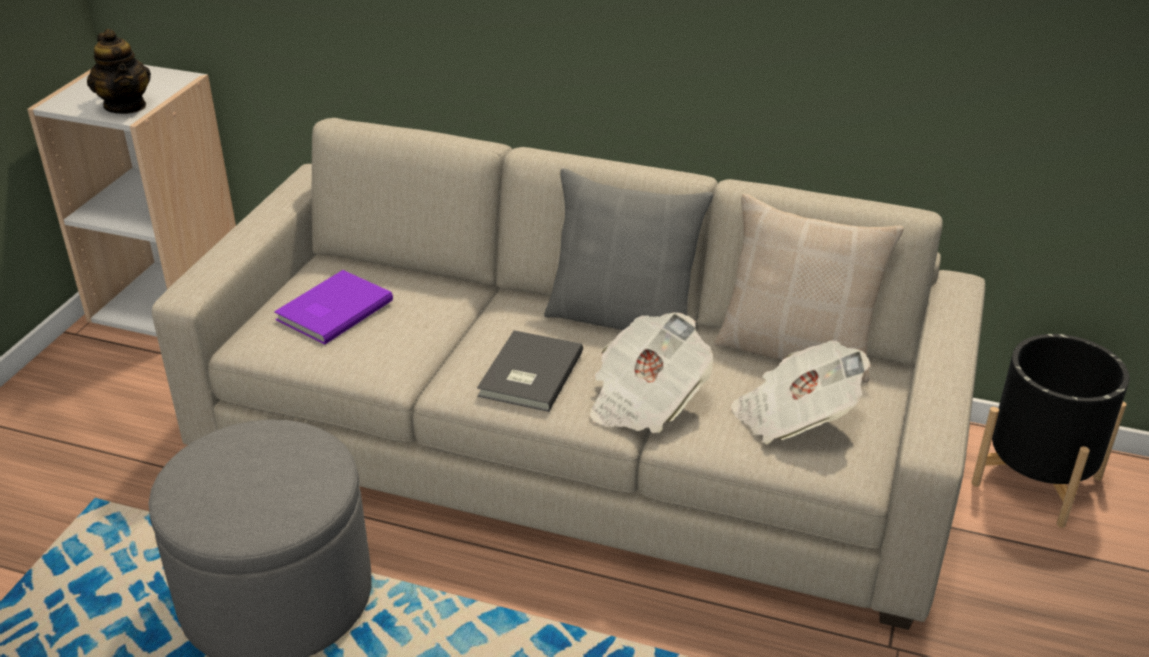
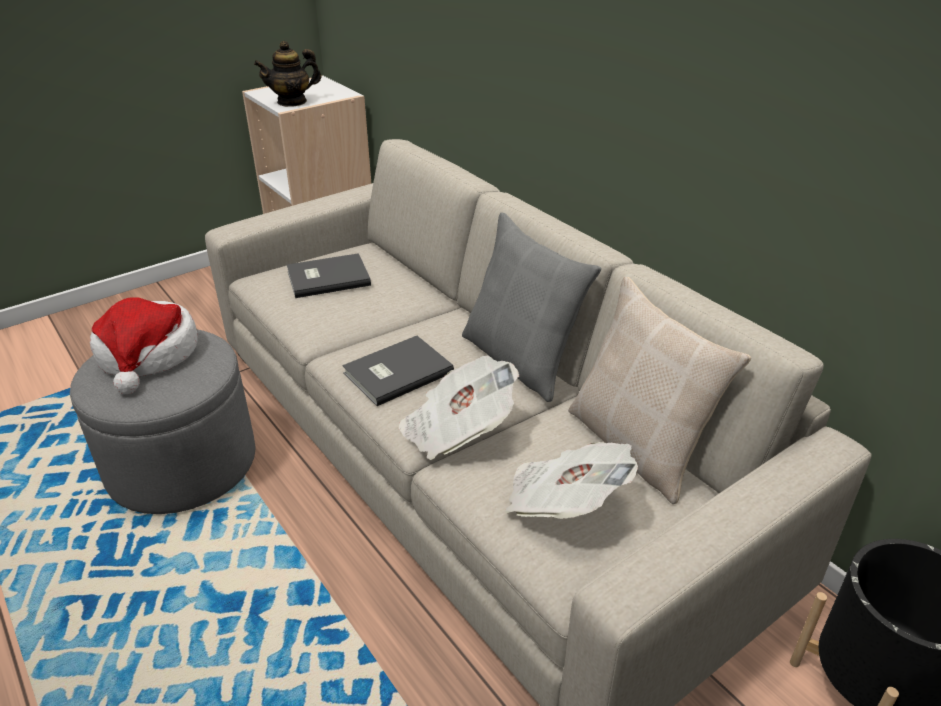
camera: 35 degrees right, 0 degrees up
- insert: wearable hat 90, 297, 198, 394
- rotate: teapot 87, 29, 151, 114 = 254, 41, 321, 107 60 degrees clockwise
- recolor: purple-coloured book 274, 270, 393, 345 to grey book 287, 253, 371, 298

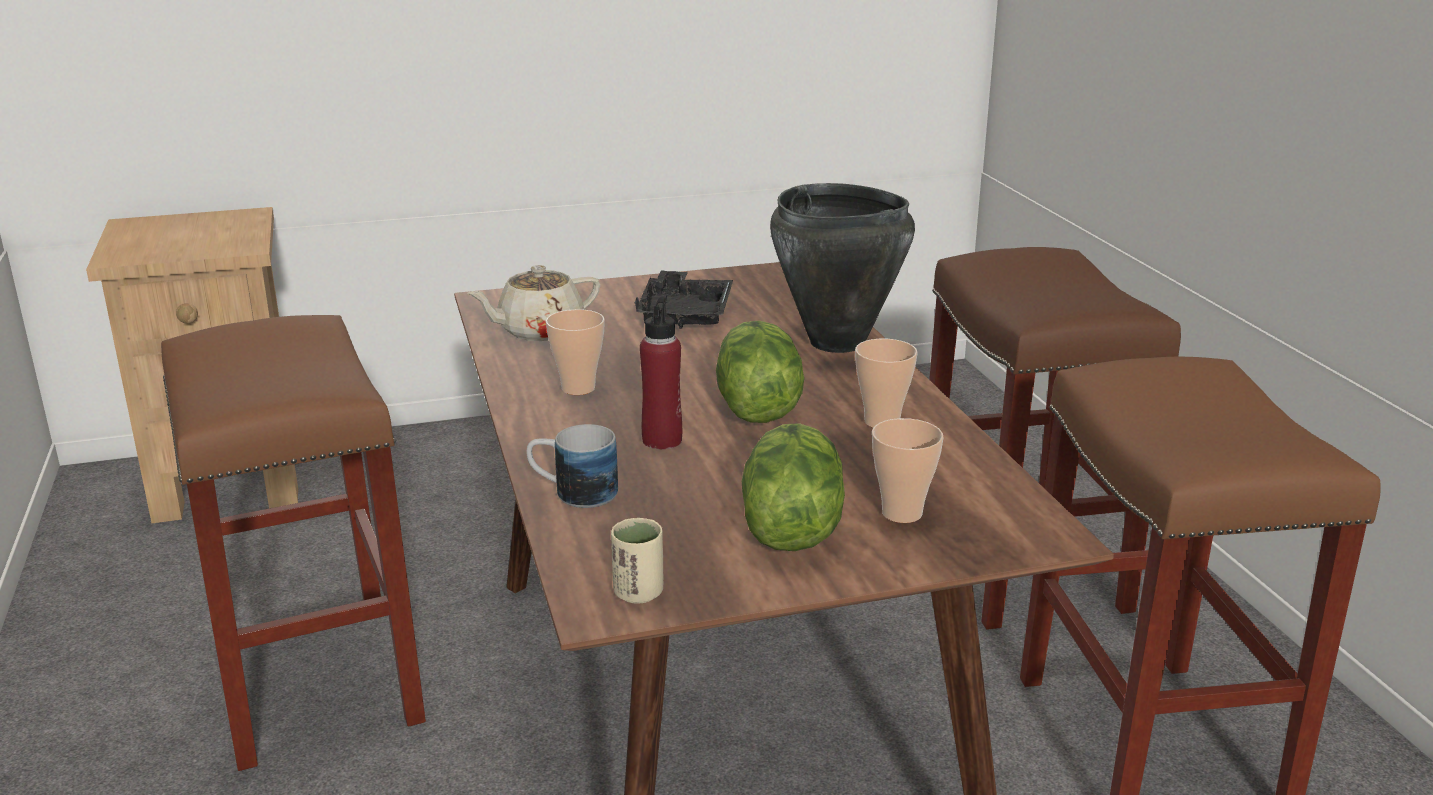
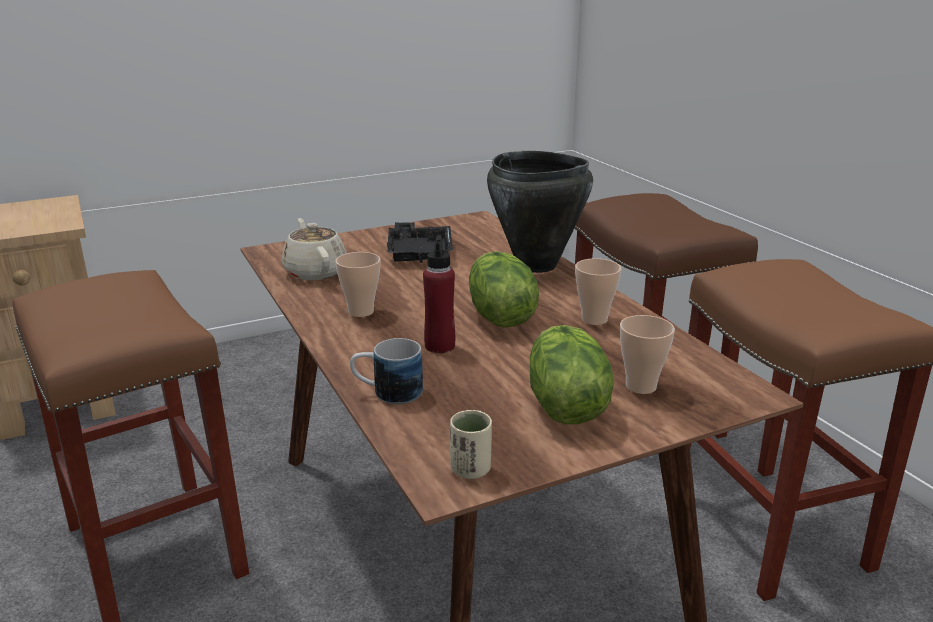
camera: 10 degrees left, 0 degrees up
- rotate: beige teapot 467, 265, 600, 341 = 282, 218, 346, 280 105 degrees clockwise

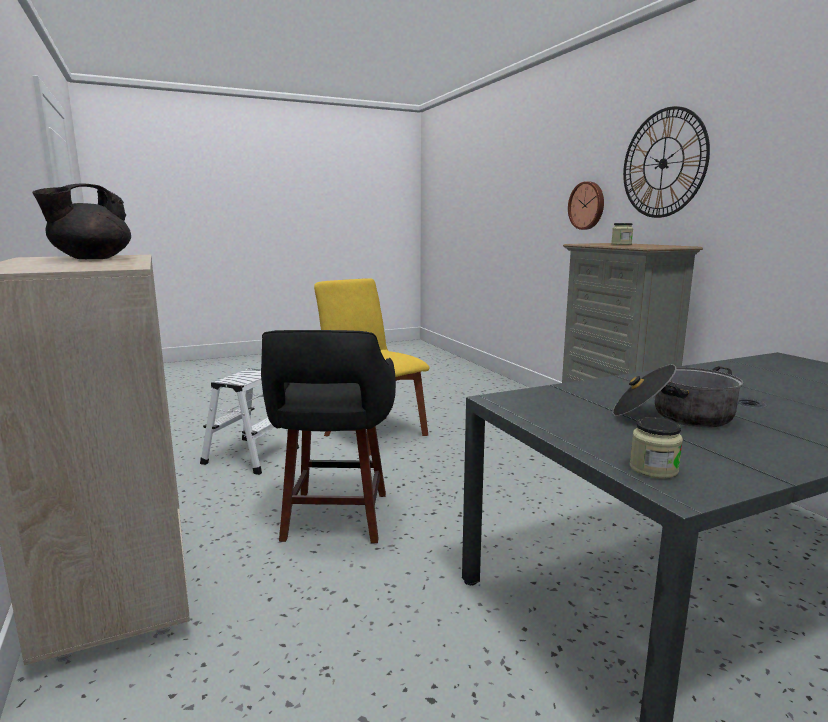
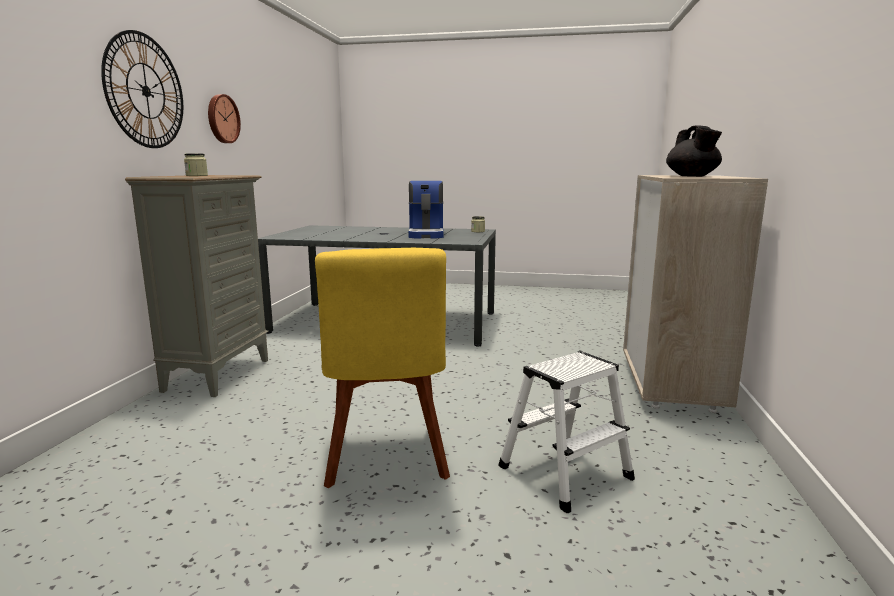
camera: 145 degrees left, 0 degrees up
- move: hanging clock 568, 181, 604, 230 to 208, 94, 241, 143
- replace: cooking pot 612, 364, 743, 428 to coffee brewer 409, 181, 443, 238
- rotate: black-coloured teapot 32, 183, 131, 259 = 666, 126, 722, 177 105 degrees clockwise
- delete: black-coloured stool 261, 330, 396, 543

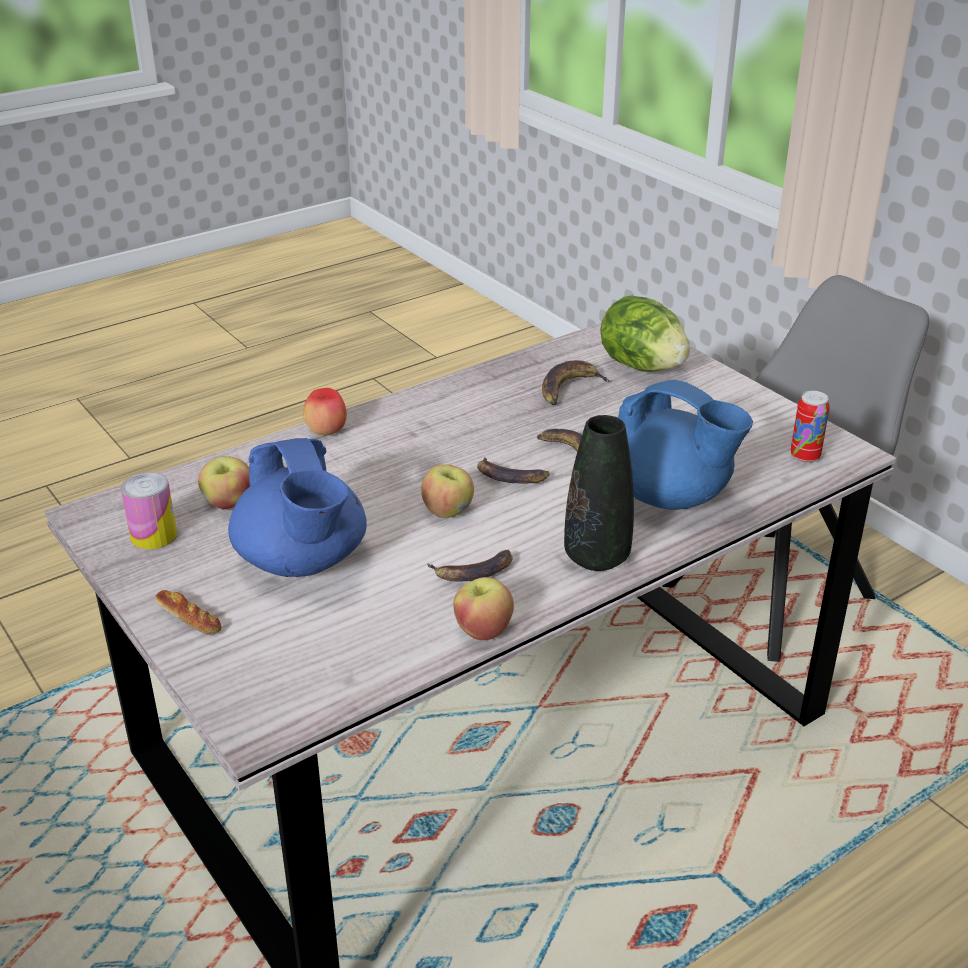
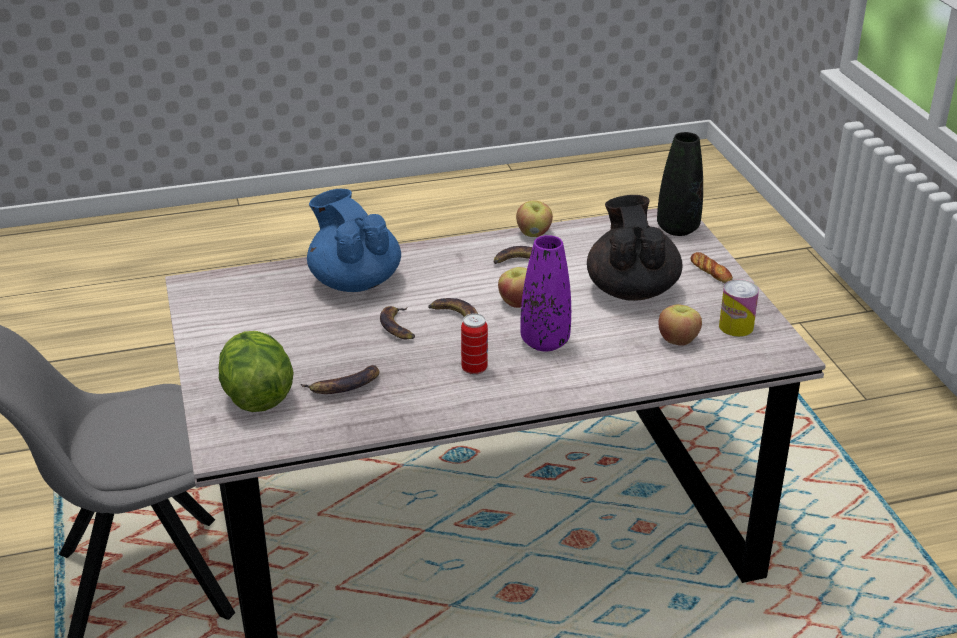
camera: 160 degrees left, 0 degrees up
- move: sealed can 790, 391, 830, 463 to 461, 313, 488, 375
- insert: purple-coloured decorative vase 520, 235, 571, 352
- recolor: blue-coloured teapot 228, 438, 367, 577 to black-coloured teapot 587, 195, 682, 301
- move: black-coloured decorative vase 564, 415, 634, 571 to 657, 132, 703, 236
- delete: whole apple 303, 388, 347, 436

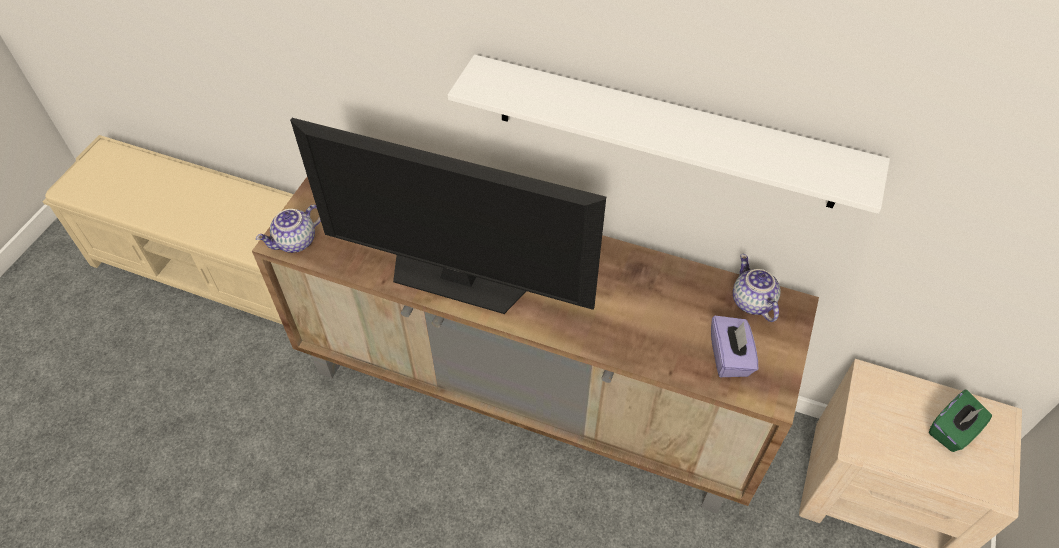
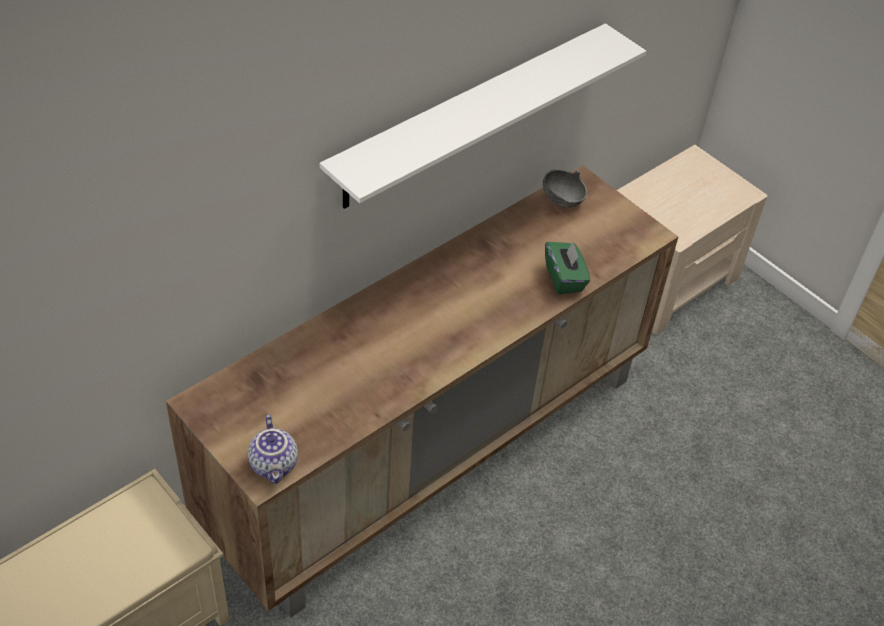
camera: 65 degrees left, 5 degrees down
- replace: teapot 733, 254, 781, 322 to grey serving bowl 543, 169, 587, 208
- move: greenish tissue box 929, 390, 992, 452 to 545, 242, 590, 294
- delete: TV 290, 118, 606, 314
- delete: purple-coloured tissue box 711, 316, 758, 377

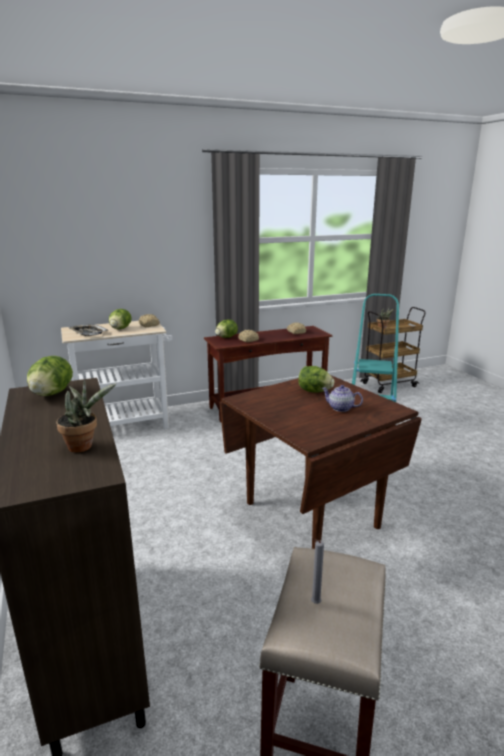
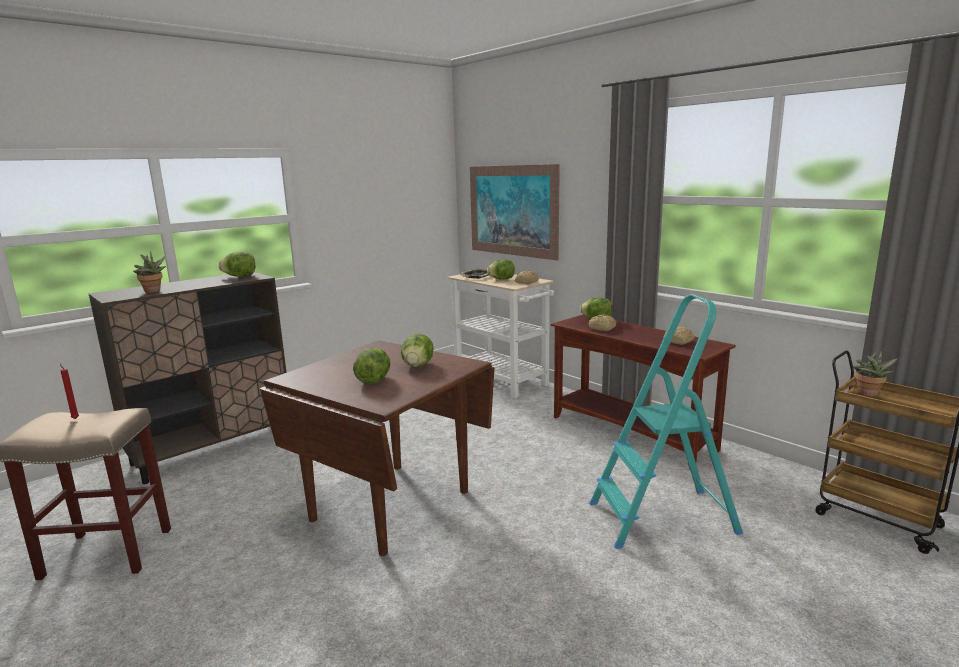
camera: 70 degrees right, 5 degrees down
- recolor: grey wax light 311, 539, 324, 604 to red-coloured wax light 60, 363, 79, 419
- replace: teapot 322, 385, 363, 412 to lettuce head 353, 348, 390, 384
- insert: wall art 470, 164, 560, 260

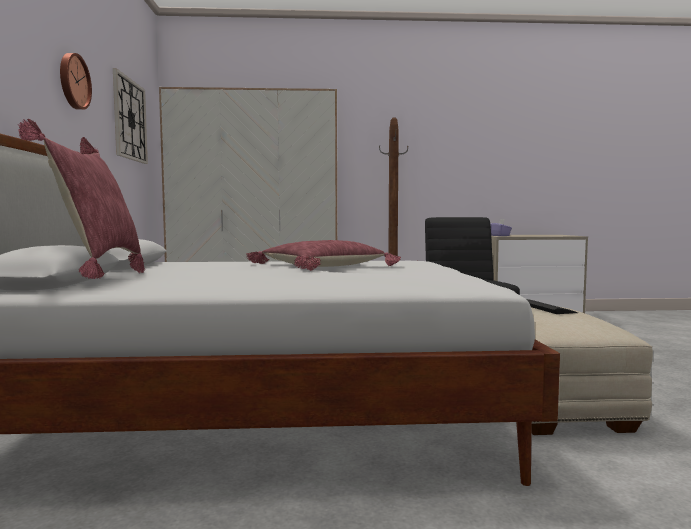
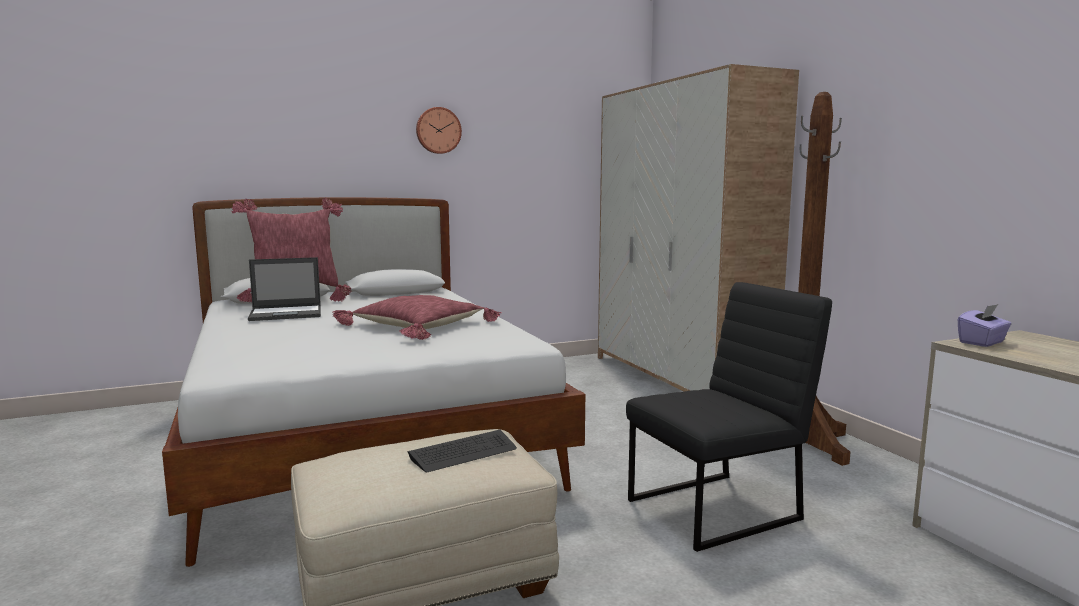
camera: 70 degrees right, 5 degrees up
- insert: laptop 248, 257, 321, 321
- delete: hanging clock 113, 68, 148, 164

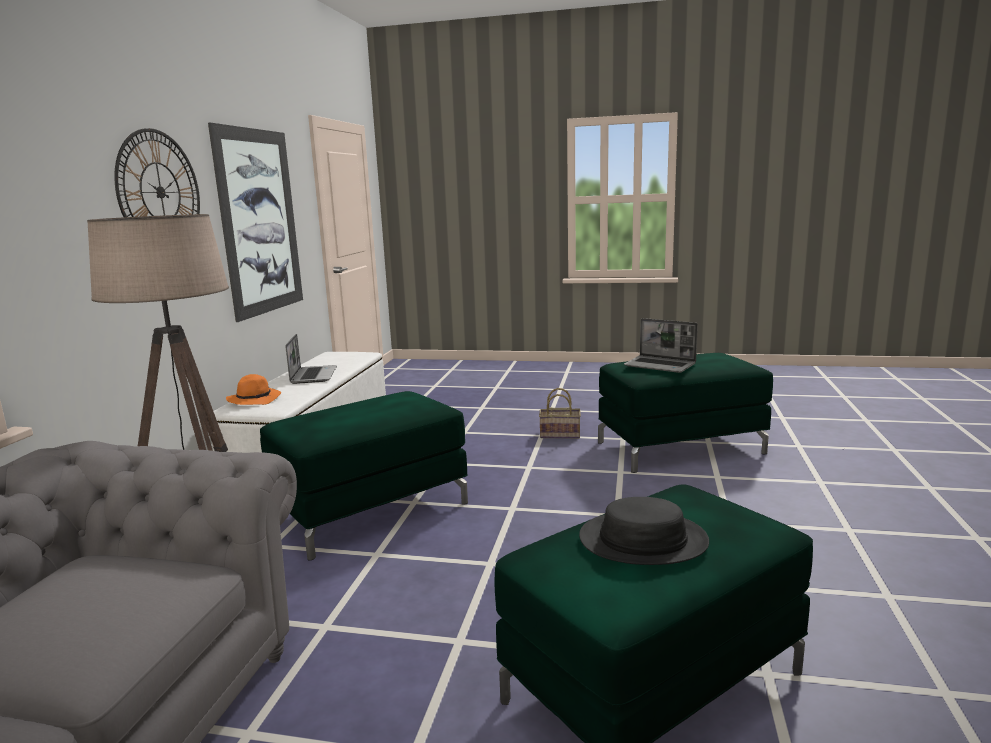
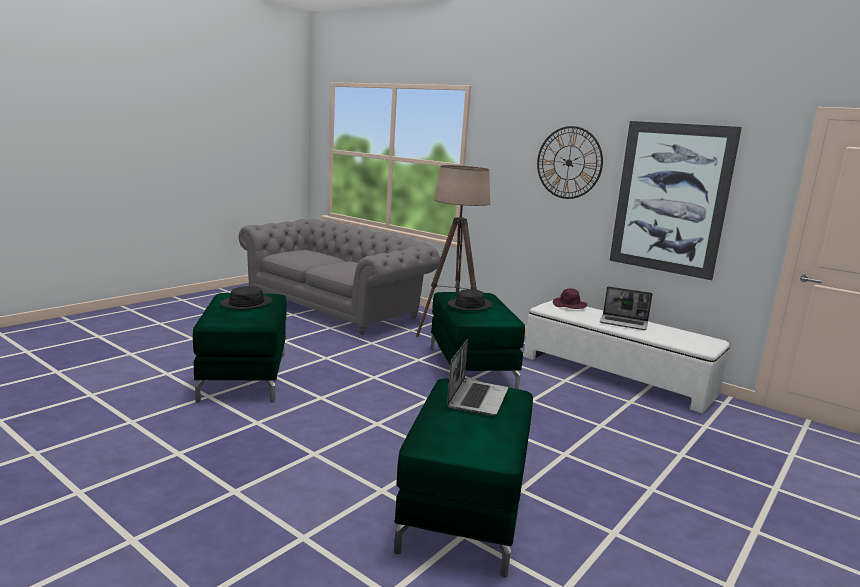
camera: 115 degrees right, 0 degrees up
- rotate: laptop 624, 318, 698, 373 = 447, 339, 508, 416 135 degrees clockwise
- insert: black-coloured wearable hat 448, 289, 492, 311
- recolor: orangey wearable hat 226, 374, 281, 405 to purple-coloured wearable hat 553, 289, 587, 309
- delete: storage basket 539, 388, 581, 438

